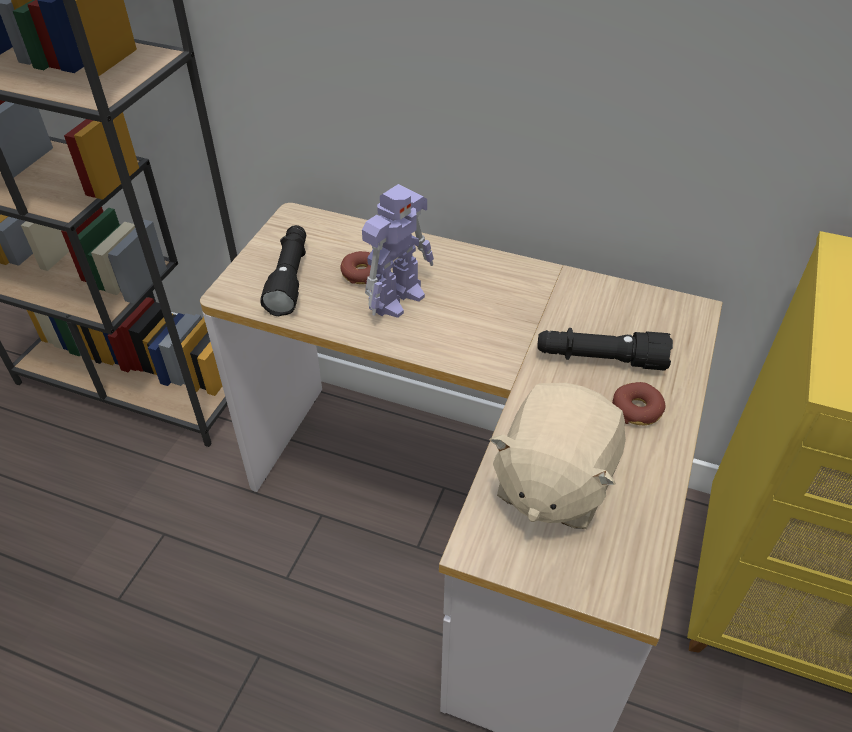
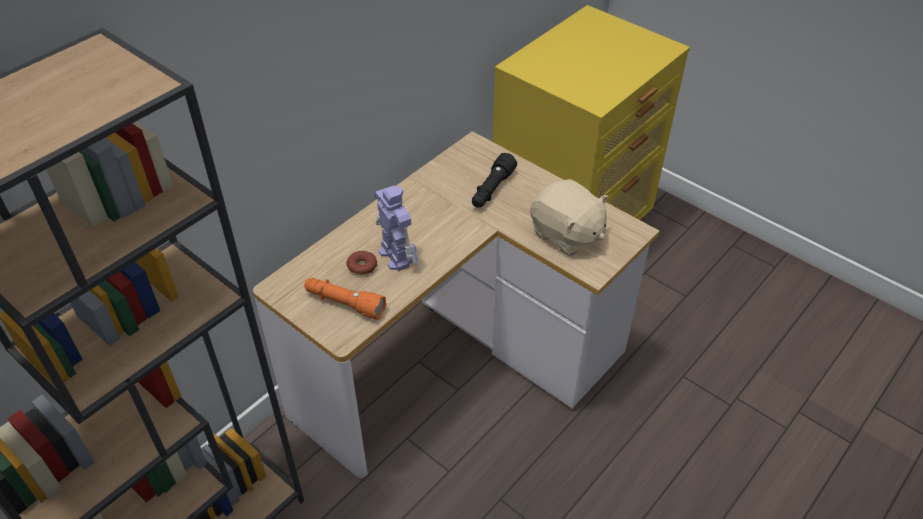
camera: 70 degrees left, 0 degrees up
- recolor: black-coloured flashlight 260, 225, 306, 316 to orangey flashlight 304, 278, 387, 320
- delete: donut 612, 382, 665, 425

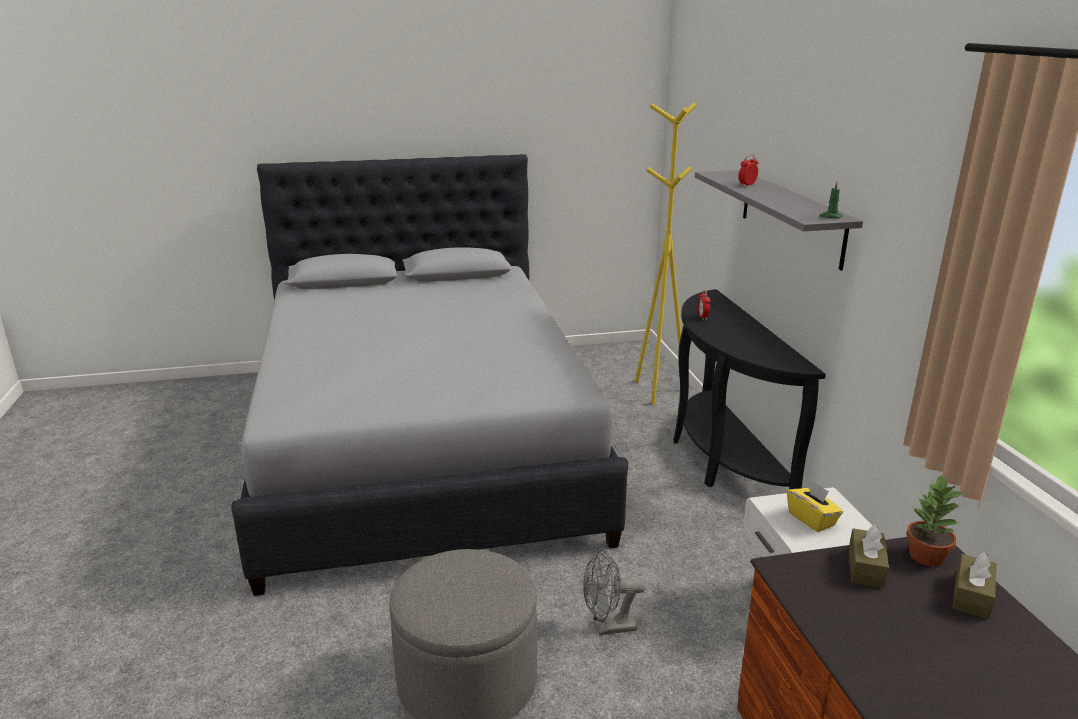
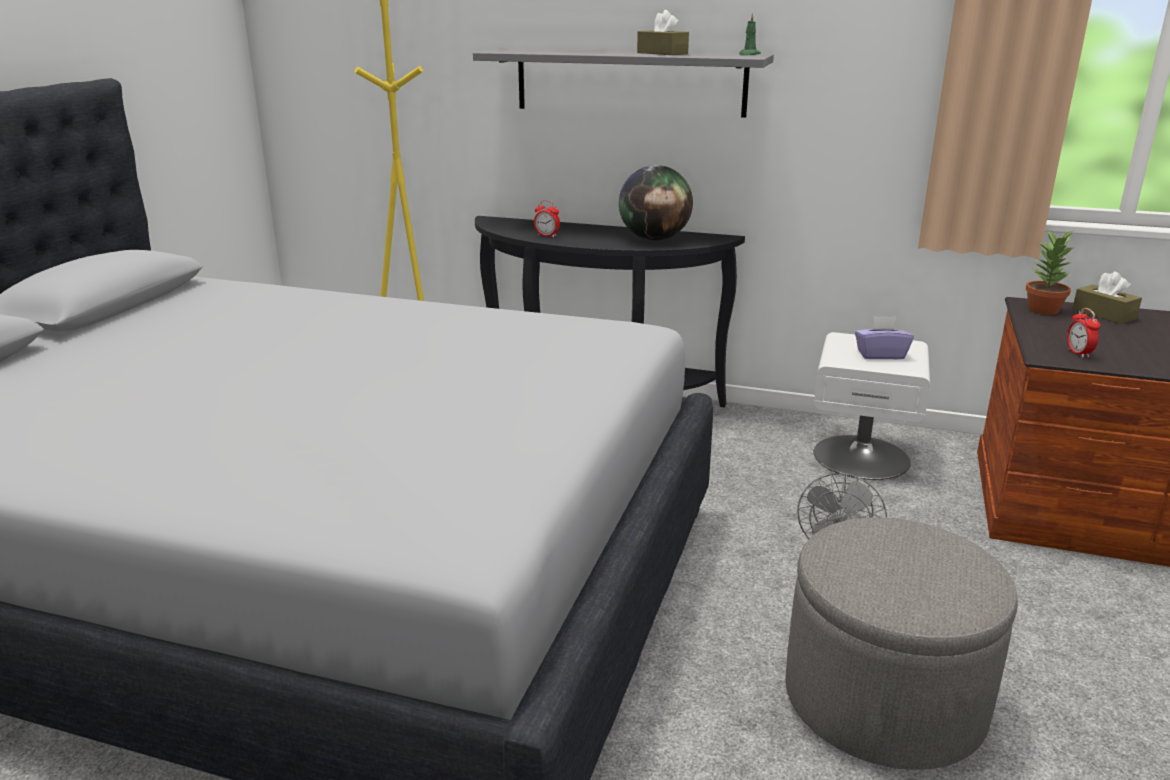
camera: 60 degrees left, 0 degrees up
- insert: globe 619, 165, 693, 241
- move: brownish tissue box 849, 524, 889, 588 to 637, 10, 689, 55
- recolor: yellow-coloured tissue box 787, 482, 843, 532 to purple-coloured tissue box 855, 316, 914, 359
- move: bedside clock 739, 154, 759, 187 to 1067, 308, 1100, 358

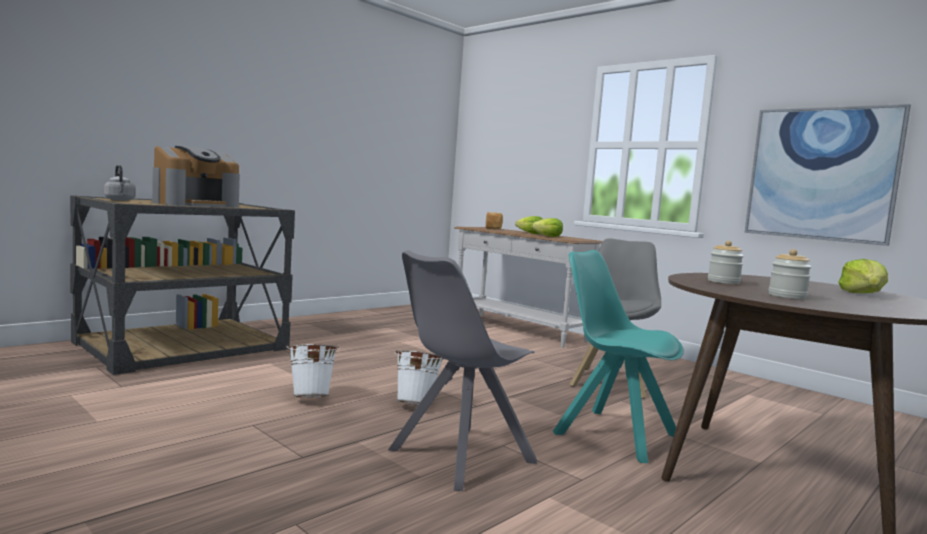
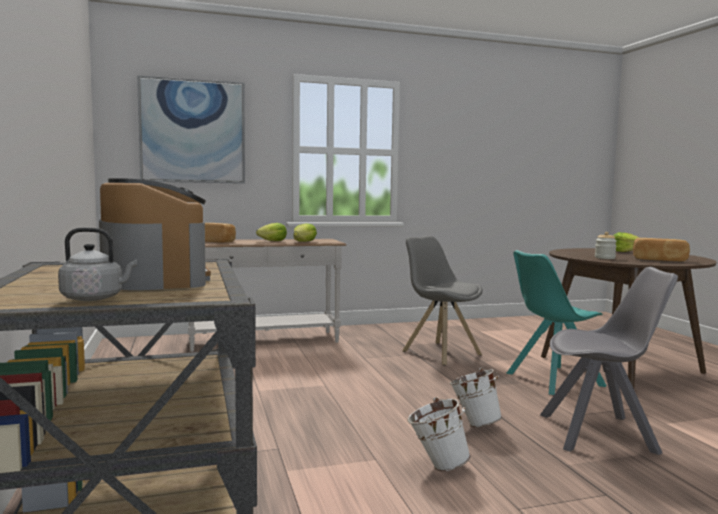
camera: 60 degrees left, 0 degrees up
- move: wall art 744, 104, 911, 246 to 137, 75, 245, 184
- rotate: grey plain chair 388, 250, 537, 491 = 540, 267, 678, 455 75 degrees counterclockwise
- replace: preserve jar 769, 249, 812, 299 to baked bread 633, 238, 690, 261

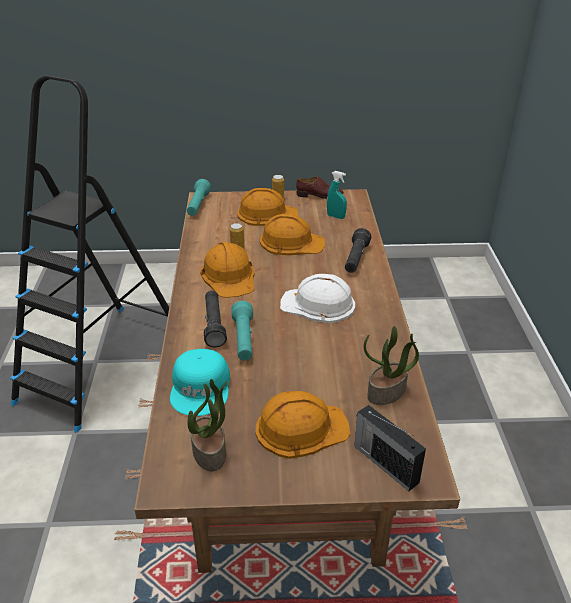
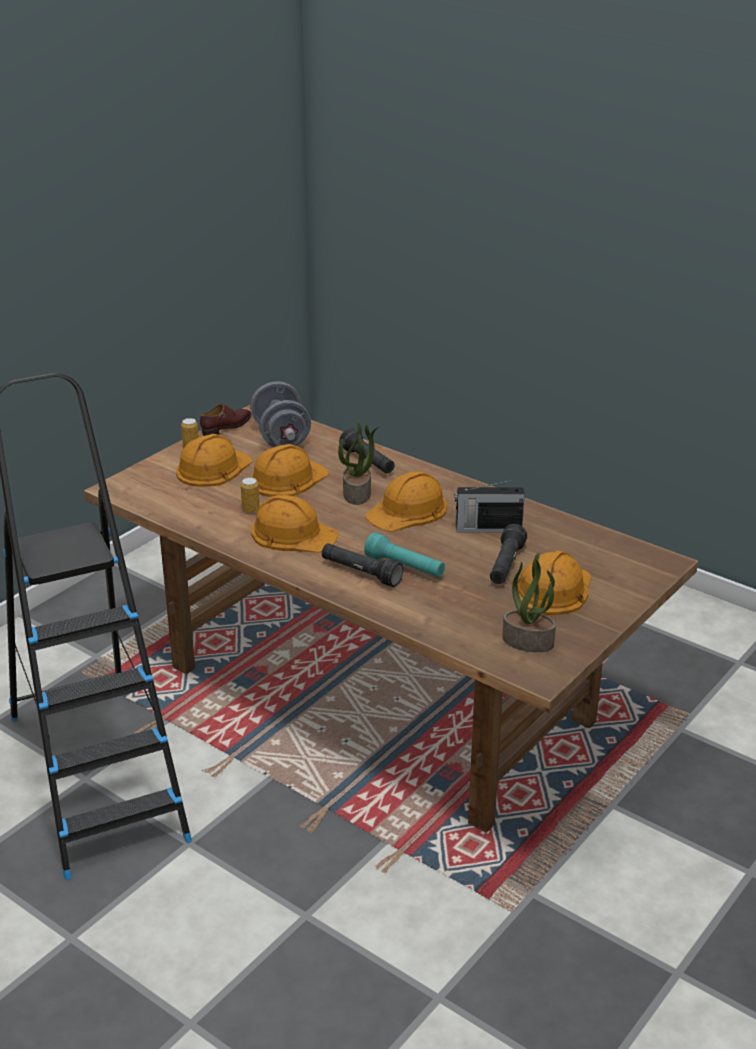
camera: 50 degrees left, 5 degrees down
- replace: turquoise-coloured spray bottle 327, 171, 347, 219 to grey dumbbell 250, 381, 311, 447
- move: houseplant 364, 326, 419, 405 to 338, 421, 380, 505
- recolor: white-coloured work helmet 280, 274, 355, 323 to orangey work helmet 365, 471, 447, 532
- move: radio 354, 405, 426, 491 to 455, 479, 525, 533
- insert: black-coloured flashlight 490, 524, 527, 584
- delete: turquoise-coloured baseball cap 170, 349, 230, 416
- delete: turquoise-coloured flashlight 187, 179, 211, 216

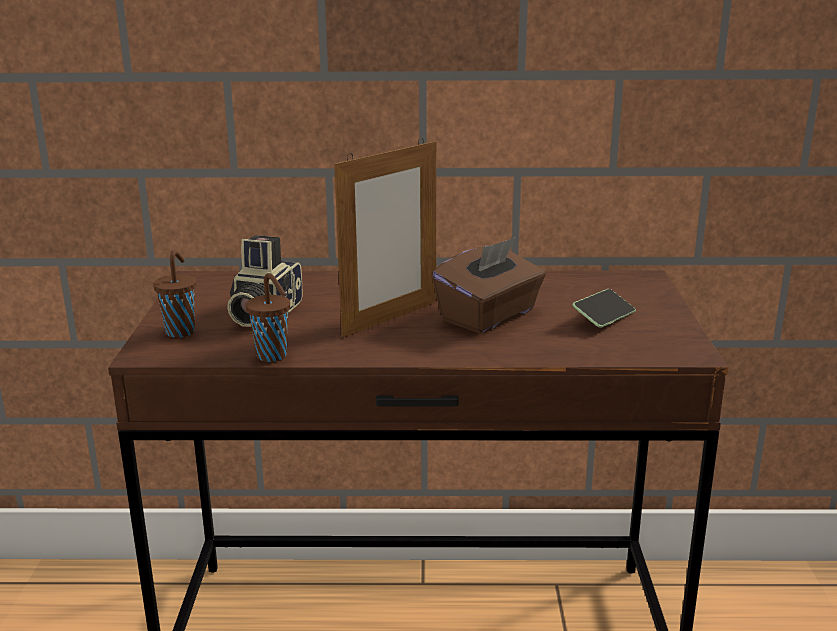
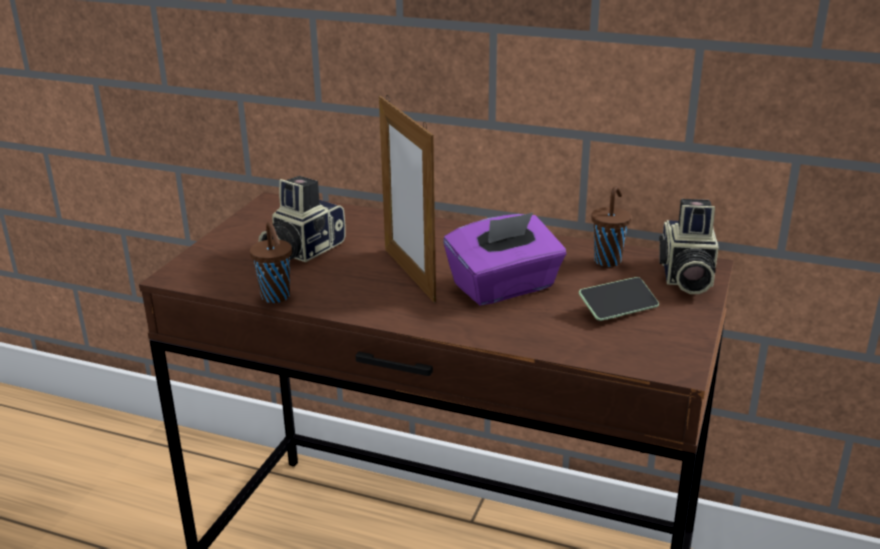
camera: 20 degrees right, 5 degrees up
- rotate: picture frame 334, 138, 436, 338 = 379, 96, 436, 303 90 degrees clockwise
- recolor: brownish tissue box 432, 237, 546, 334 to purple-coloured tissue box 443, 213, 566, 306
- move: brownish cup 153, 250, 196, 338 to 591, 186, 631, 267
- insert: photo camera 659, 199, 719, 294

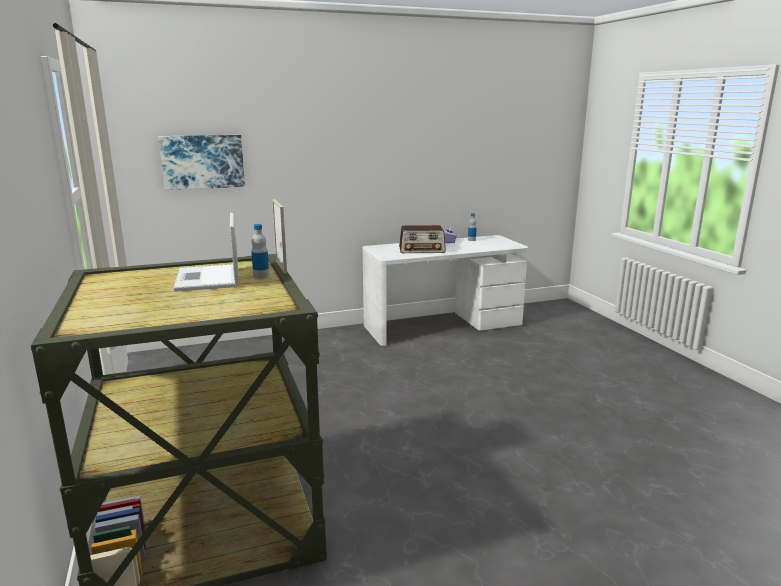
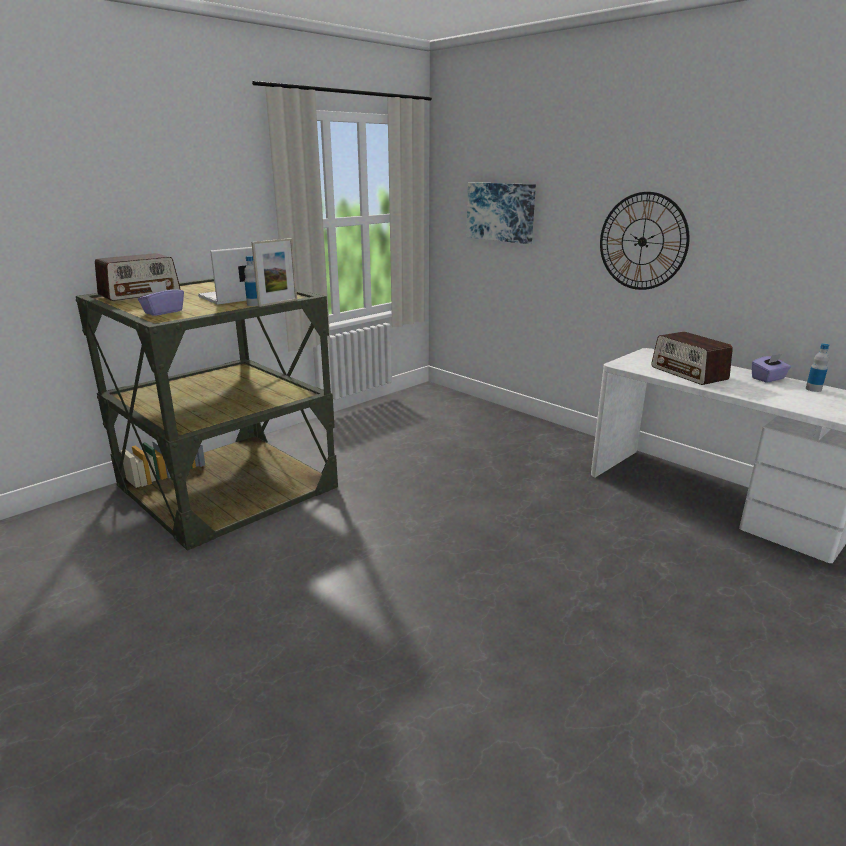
camera: 65 degrees right, 5 degrees up
- insert: radio 95, 253, 180, 301
- insert: purple-coloured tissue box 138, 281, 184, 316
- insert: hanging clock 600, 192, 690, 290

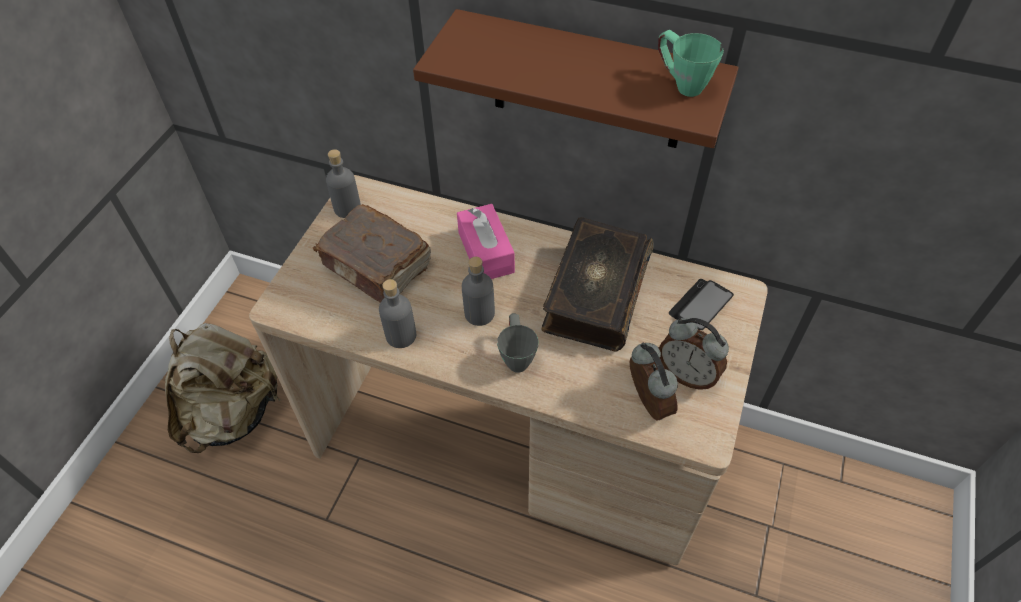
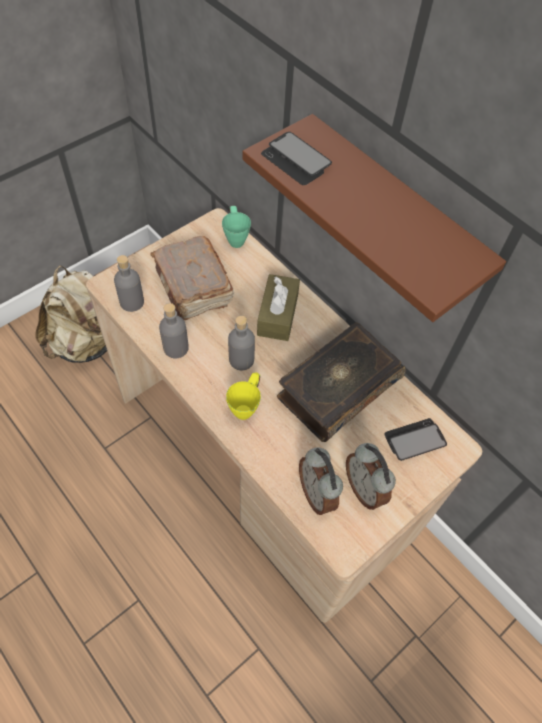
camera: 25 degrees right, 5 degrees up
- move: grey beverage bottle 326, 149, 361, 218 to 114, 255, 144, 312
- move: greenish tea mug 658, 30, 724, 97 to 222, 206, 251, 248
- recolor: grey tea mug 497, 313, 538, 373 to yellow-coloured tea mug 226, 372, 261, 420
- recolor: pink tissue box 457, 204, 515, 279 to brownish tissue box 257, 274, 300, 341
- insert: phone 261, 132, 332, 185
- rotate: bedside clock 630, 342, 678, 421 = 299, 448, 343, 515 150 degrees clockwise

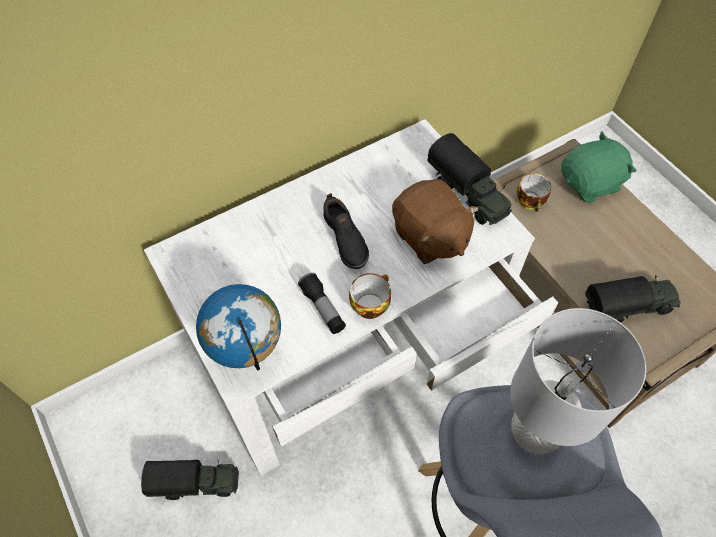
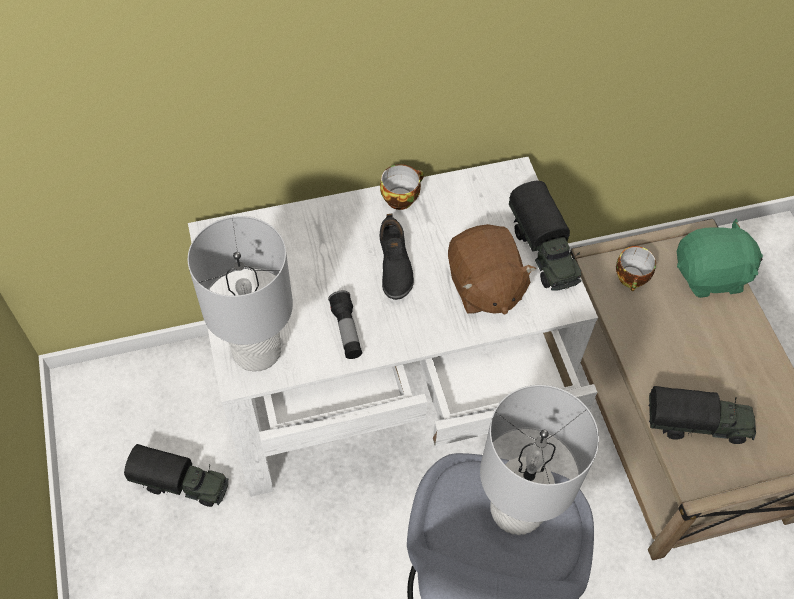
camera: 15 degrees right, 0 degrees up
- replace: globe 196, 284, 281, 370 to grey tabletop lamp 188, 216, 293, 372
- move: cup 349, 273, 391, 319 to 380, 164, 424, 210

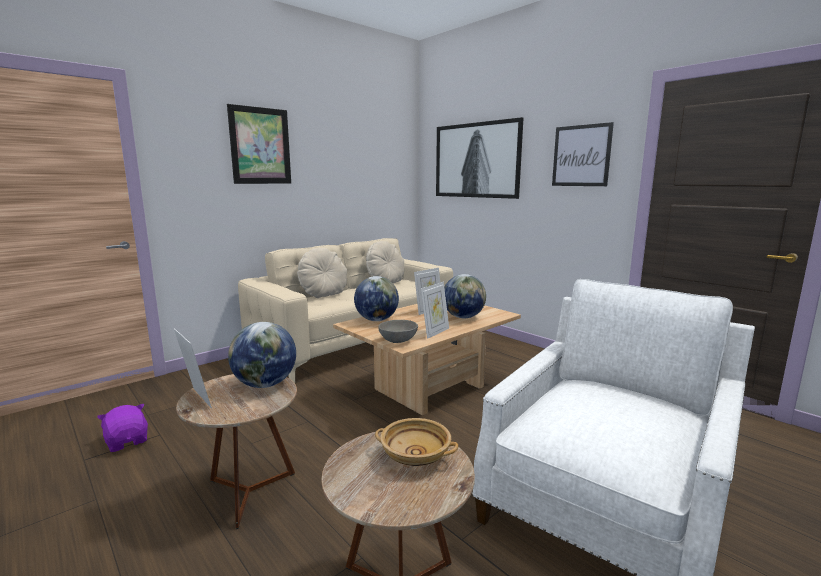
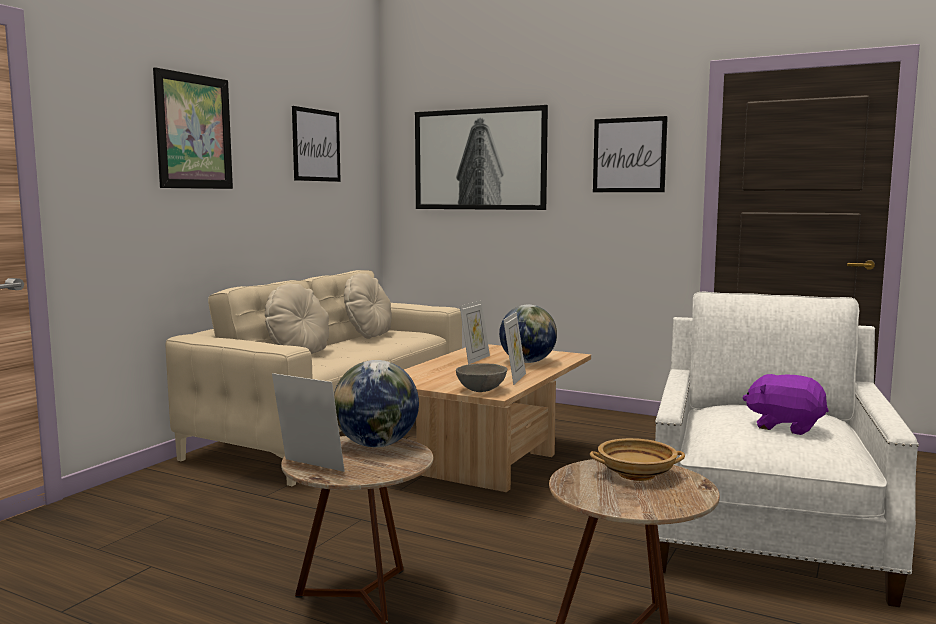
camera: 20 degrees left, 5 degrees down
- insert: wall art 292, 106, 341, 182
- move: purple-coloured plush toy 97, 404, 148, 452 to 743, 374, 828, 435
- delete: globe 354, 276, 399, 321

